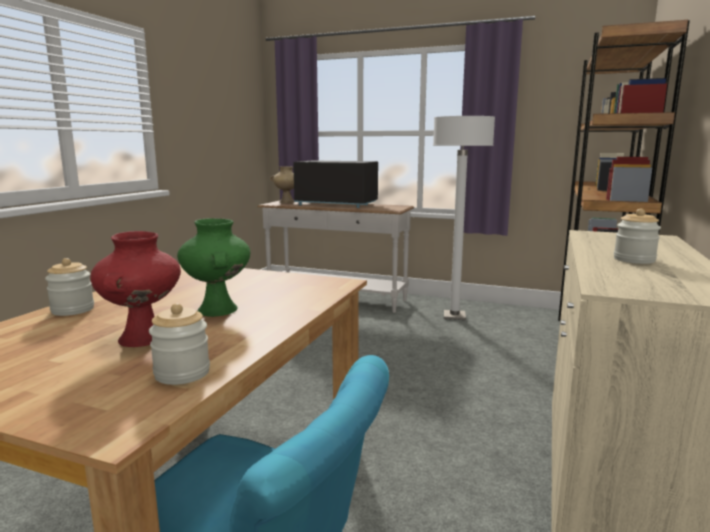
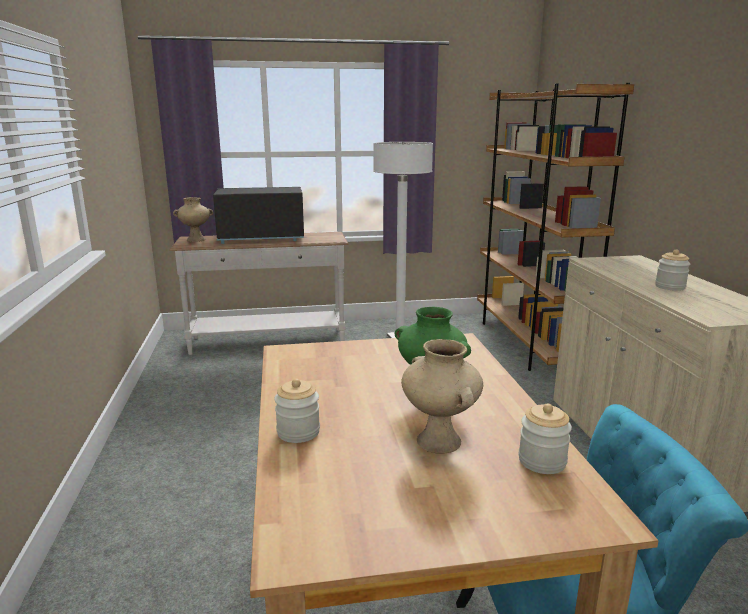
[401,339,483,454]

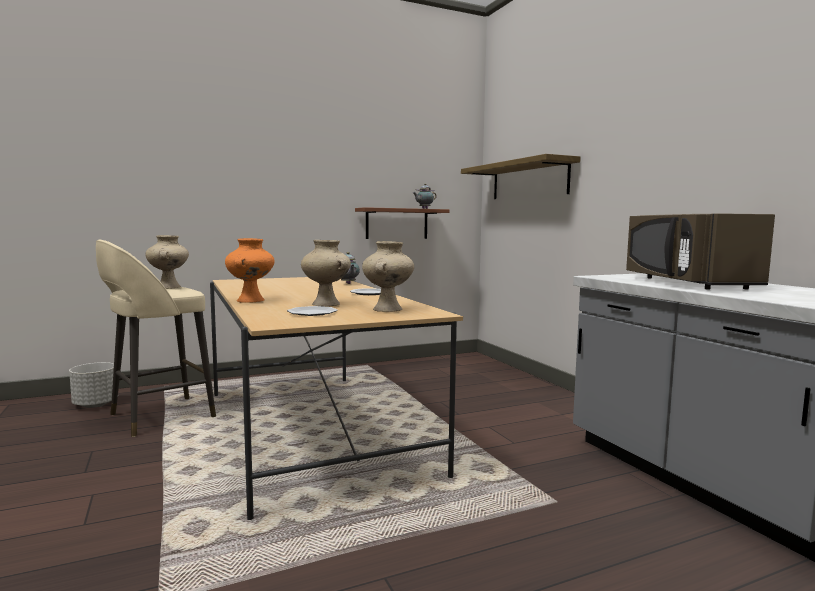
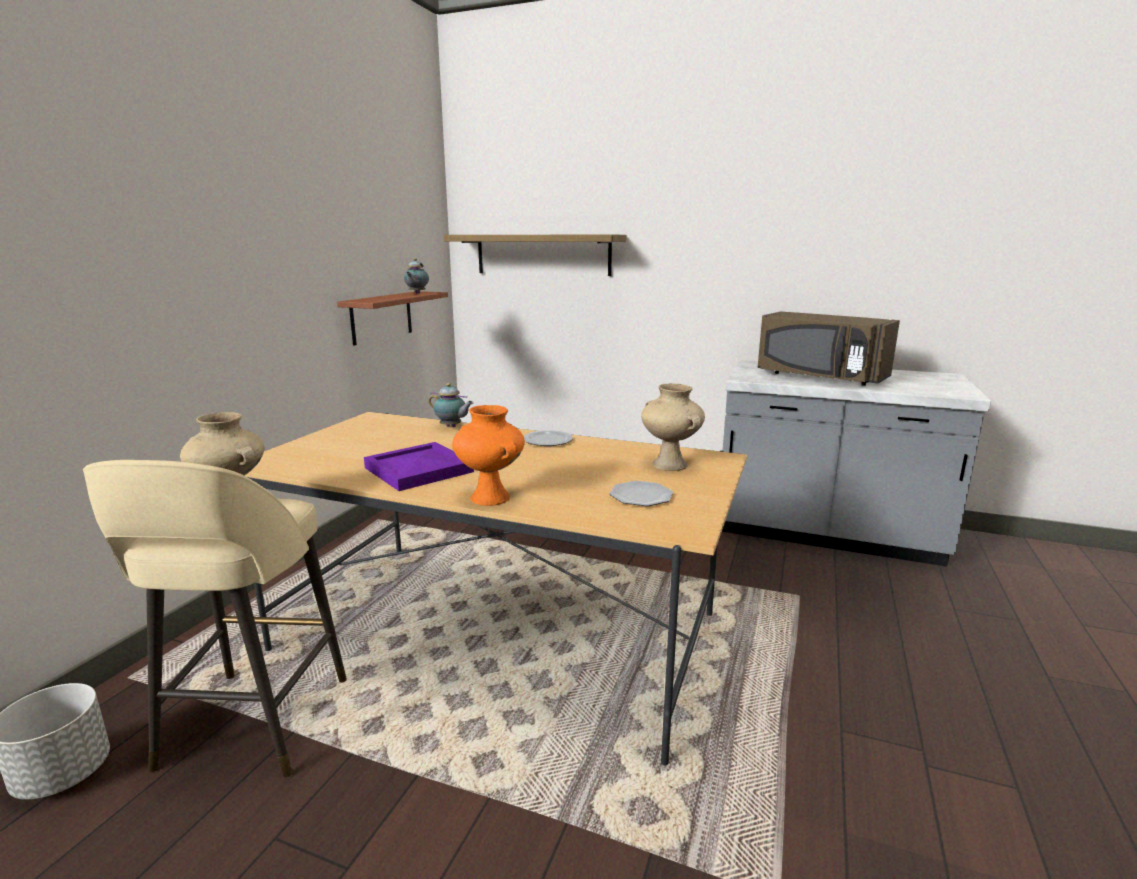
[364,442,474,491]
[301,240,351,307] (first image)

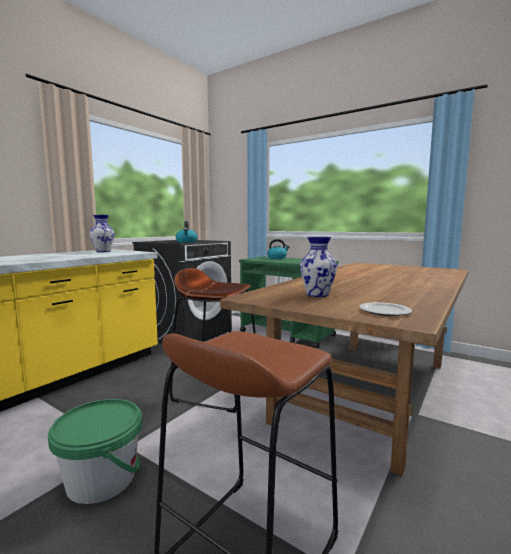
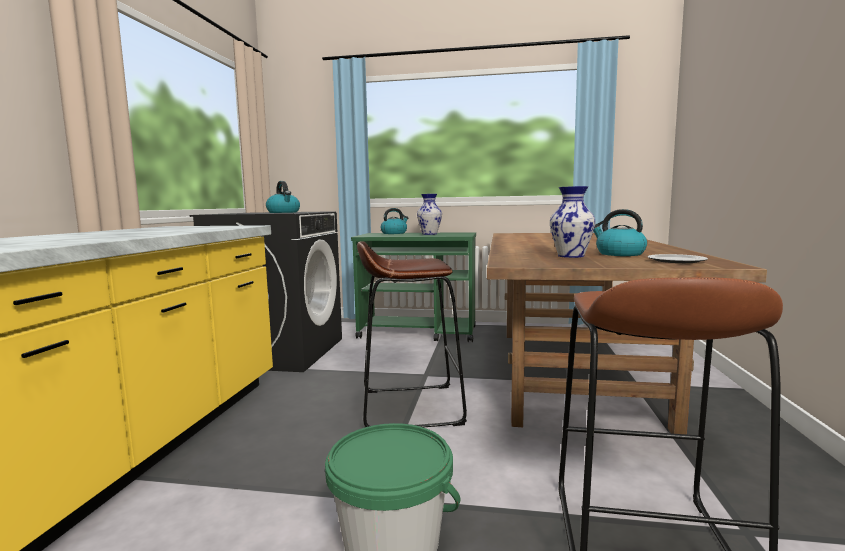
[417,194,442,235]
[594,209,647,256]

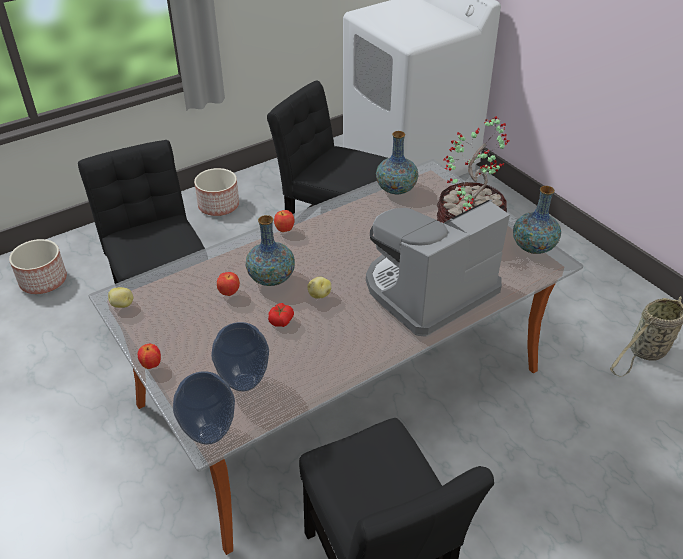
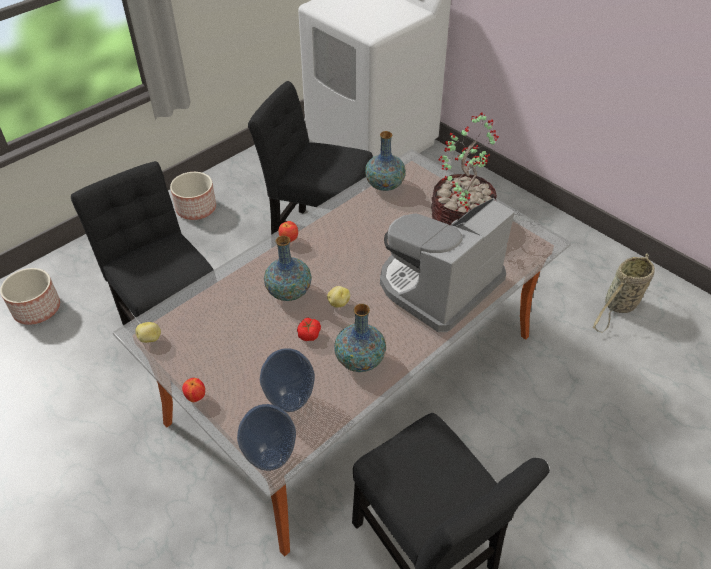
[334,304,386,372]
[217,272,240,296] (first image)

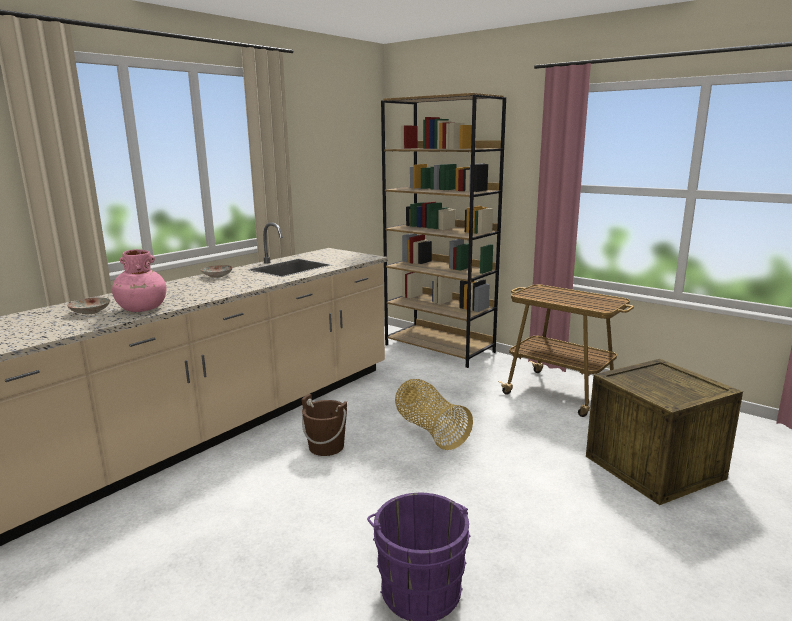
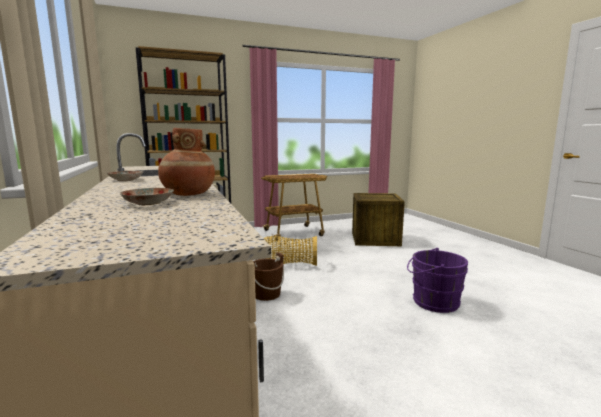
[158,128,215,196]

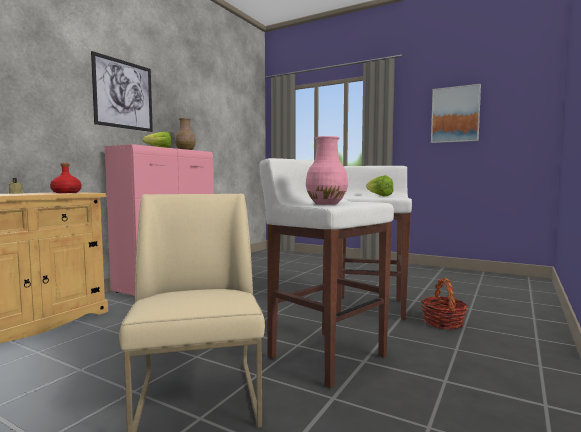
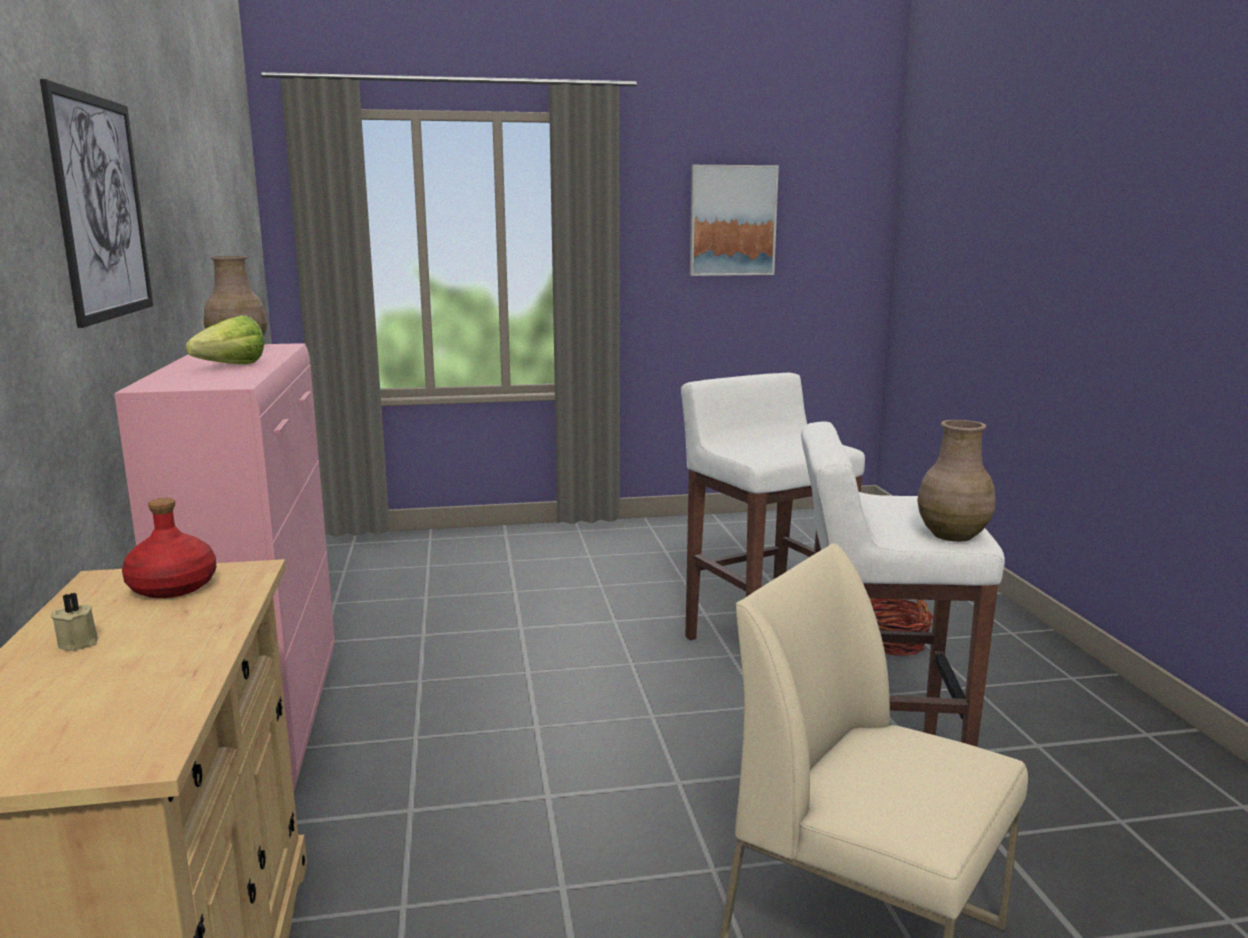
[917,420,995,542]
[366,175,394,197] (first image)

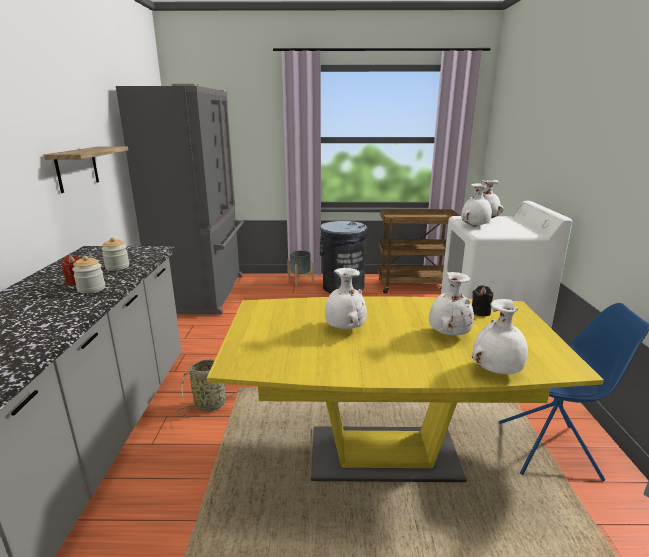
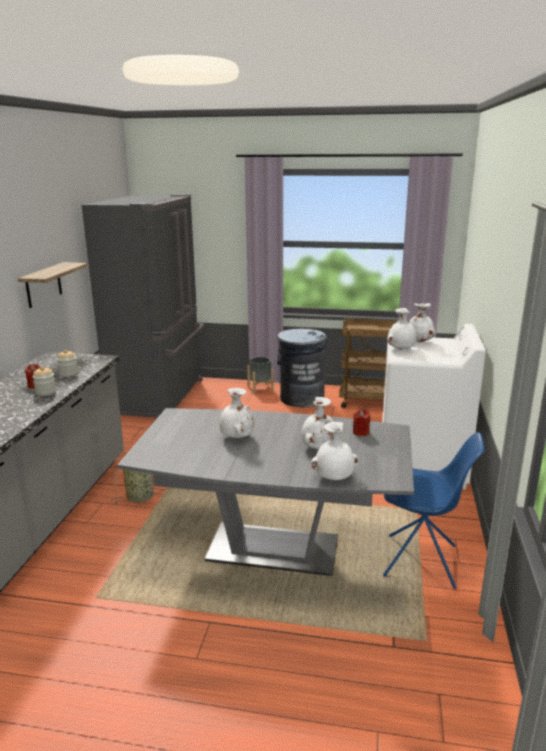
[117,408,414,576]
[353,409,371,436]

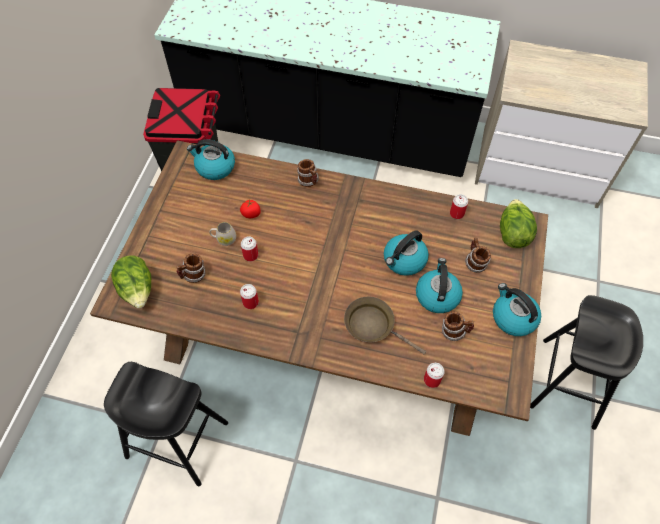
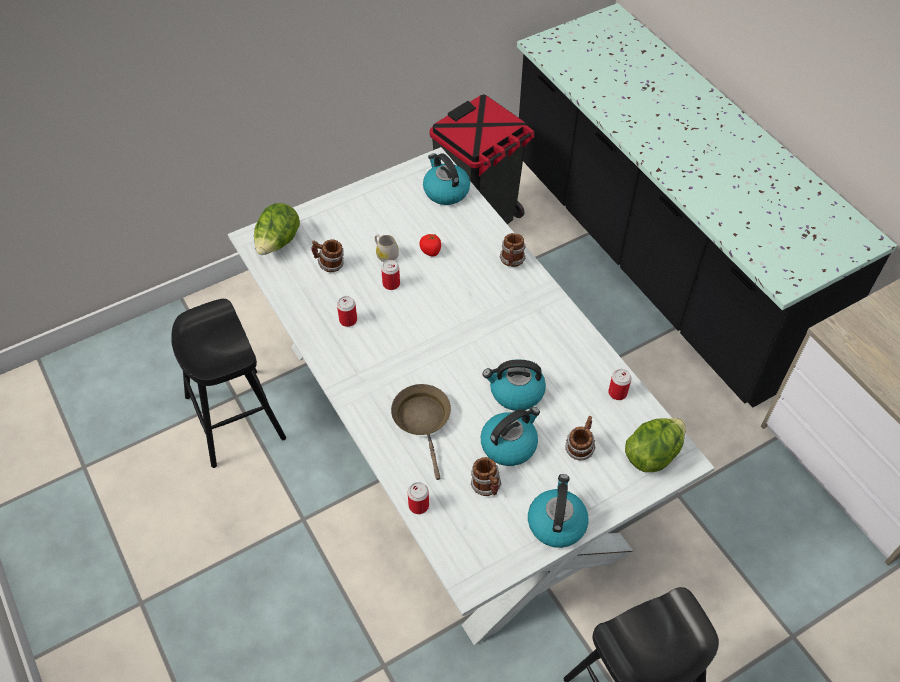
[228,147,714,645]

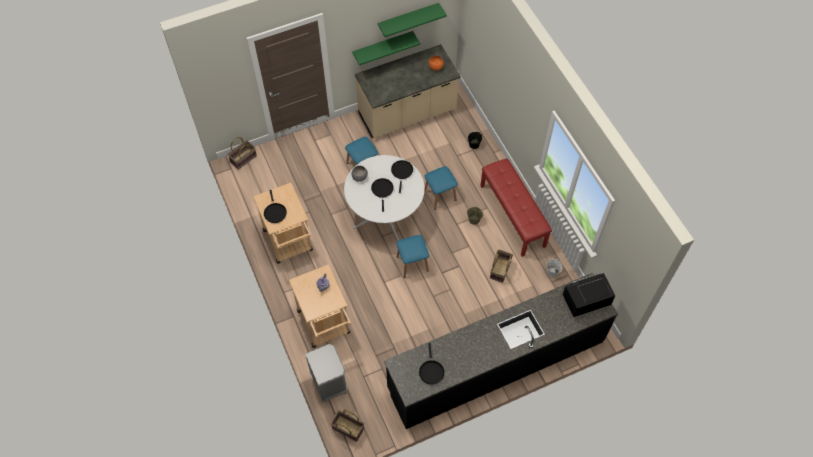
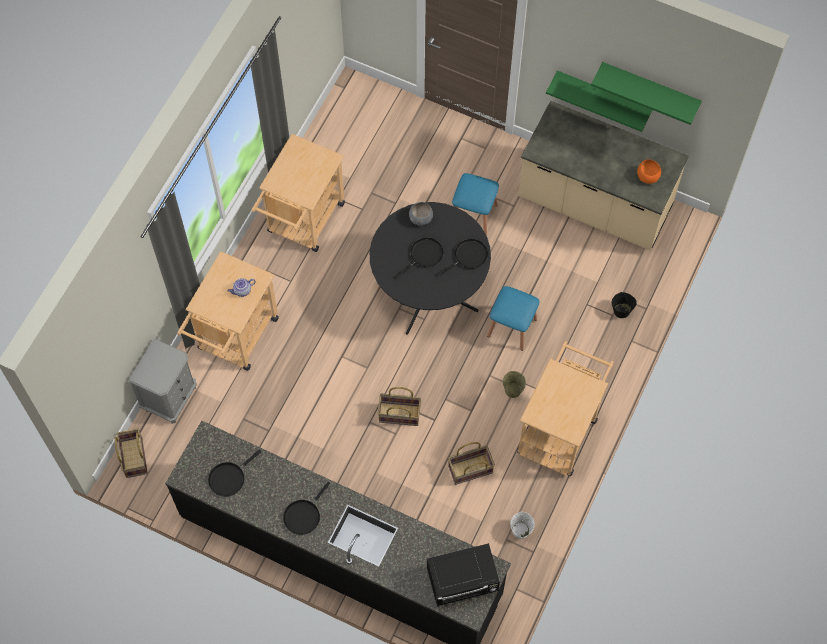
[283,482,330,535]
[370,202,491,335]
[378,387,421,426]
[427,543,500,606]
[517,341,614,476]
[397,235,429,278] (first image)

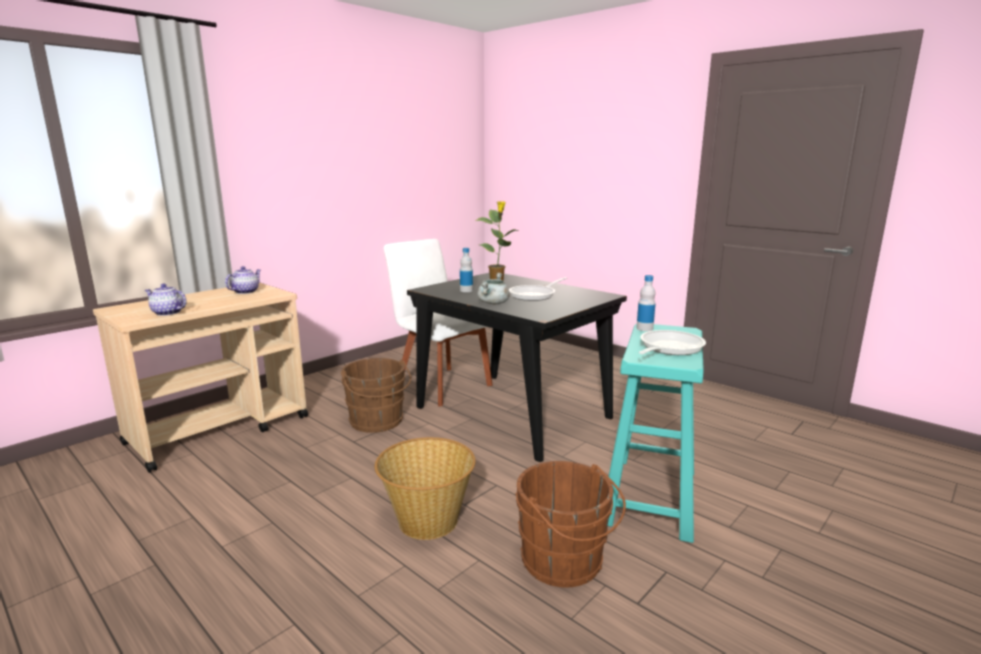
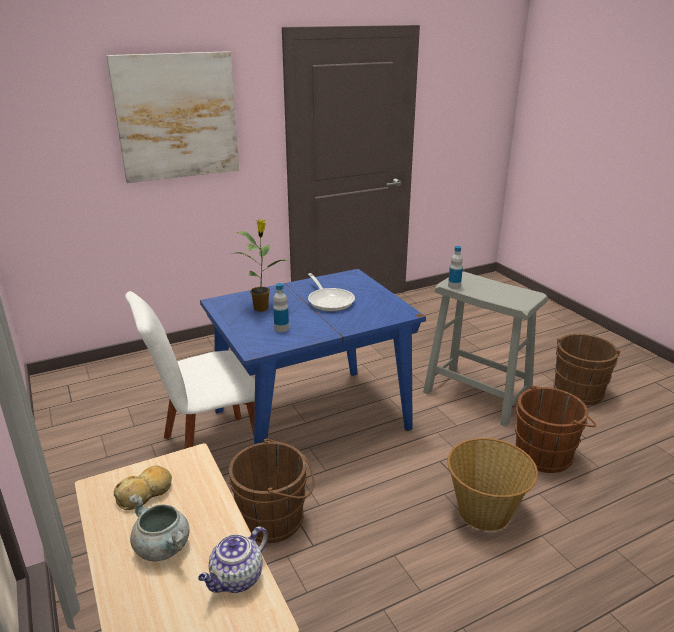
[106,51,239,183]
[114,466,172,510]
[128,494,190,561]
[200,269,426,444]
[423,271,548,427]
[554,334,621,405]
[638,330,706,355] (first image)

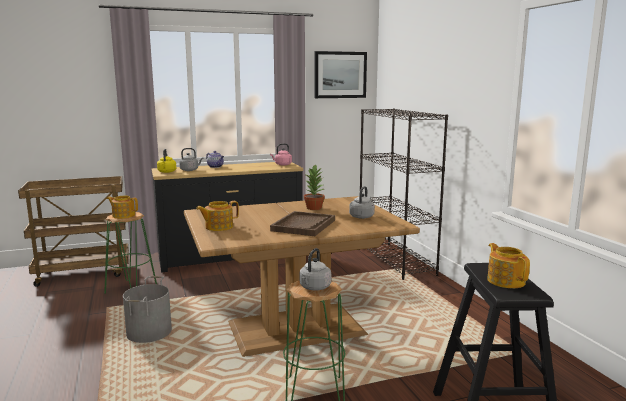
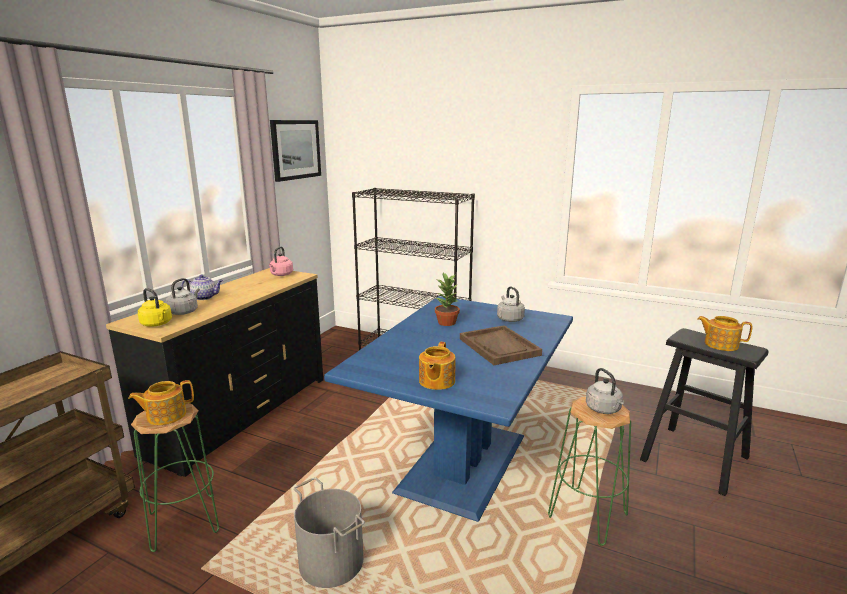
[324,296,573,522]

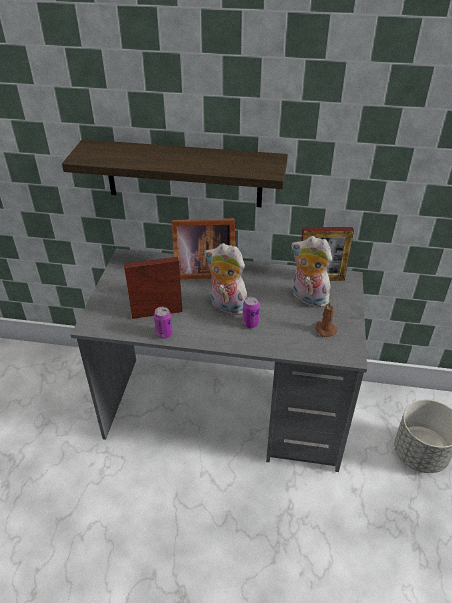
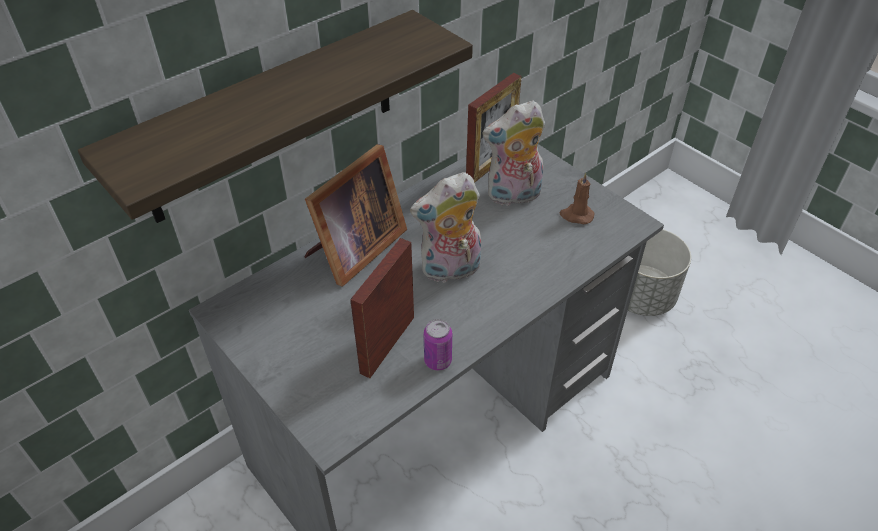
[242,296,260,328] (first image)

